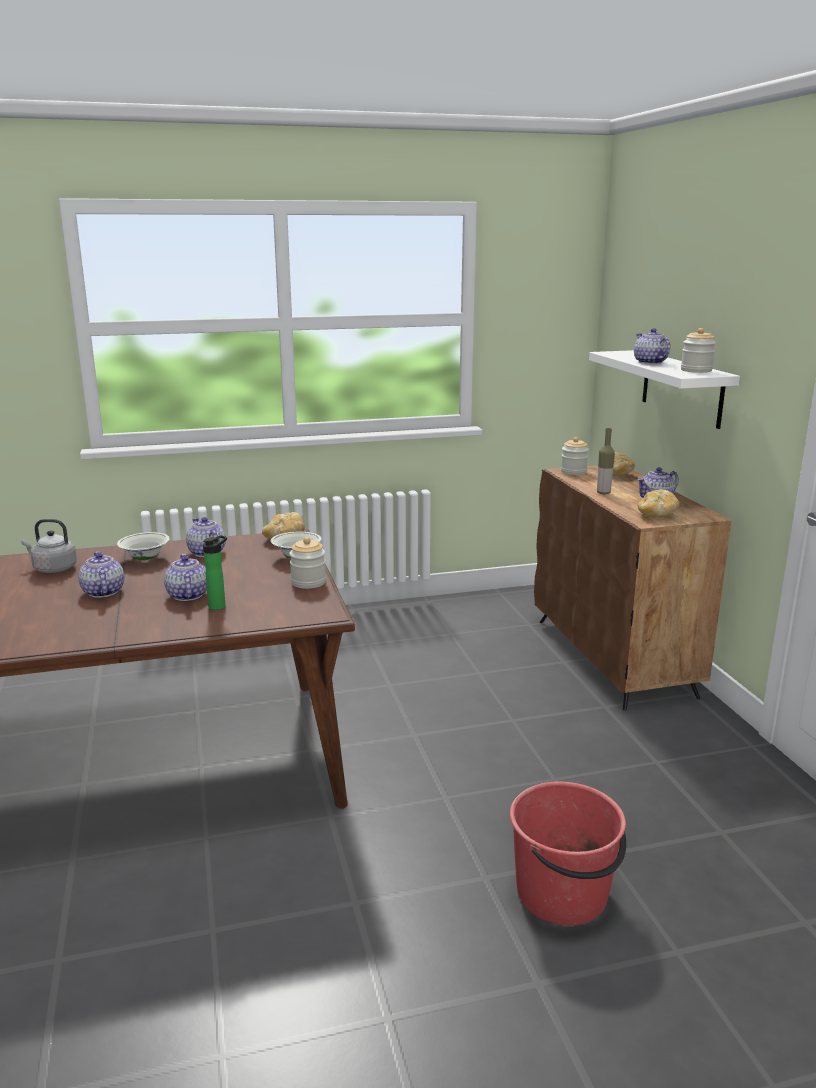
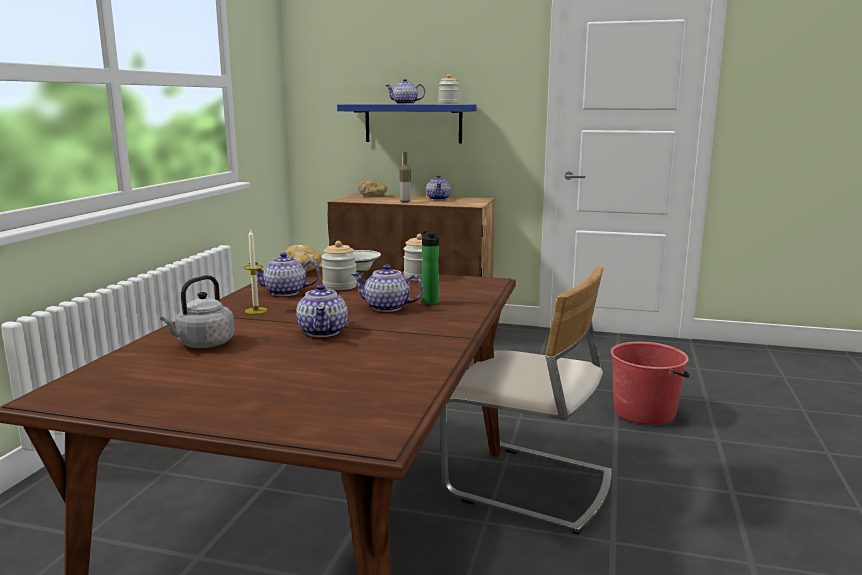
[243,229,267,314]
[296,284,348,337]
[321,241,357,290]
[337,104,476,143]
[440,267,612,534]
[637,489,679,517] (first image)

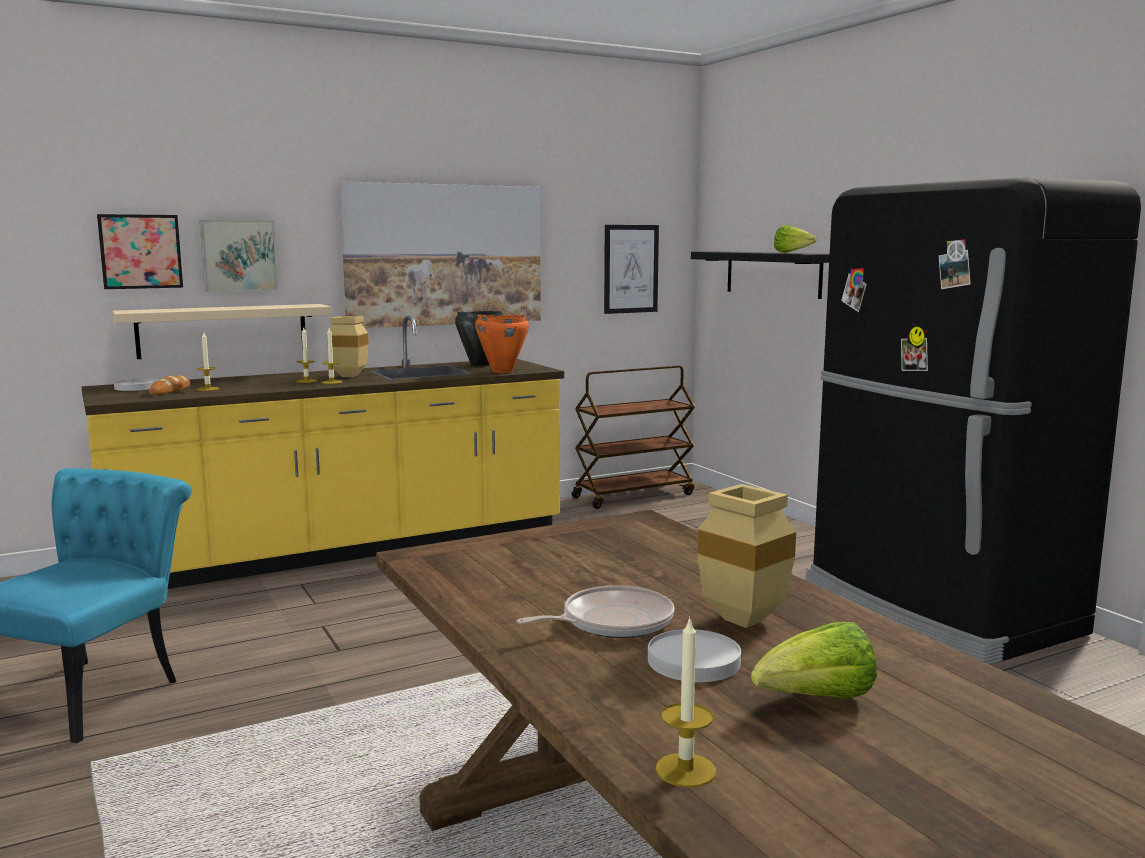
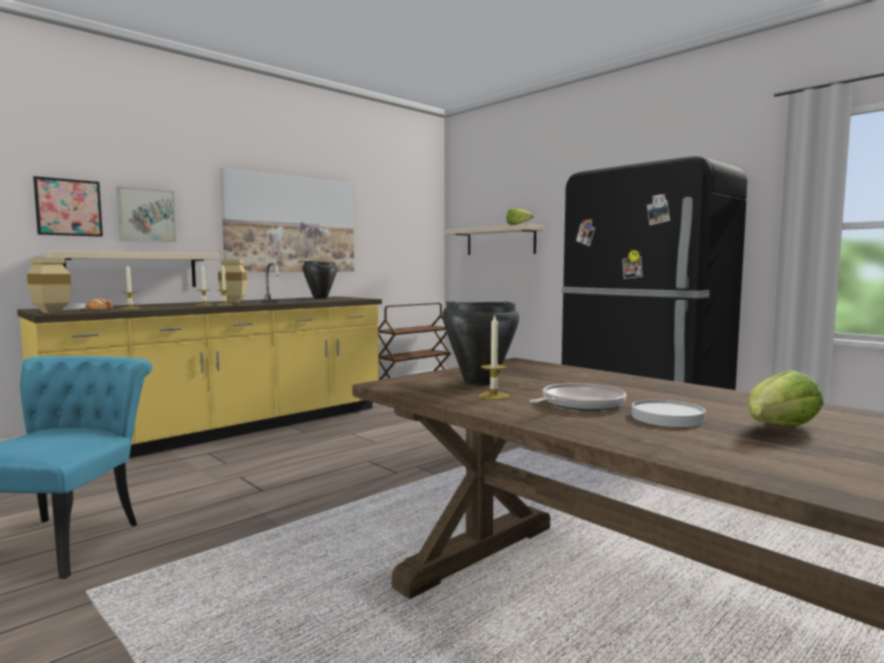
[27,258,71,313]
[442,301,519,386]
[446,224,545,255]
[479,314,509,400]
[475,315,529,373] (first image)
[604,225,659,314] (first image)

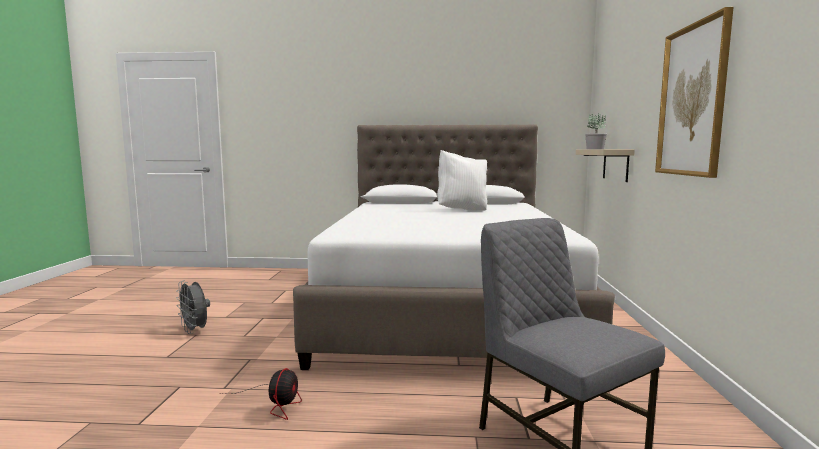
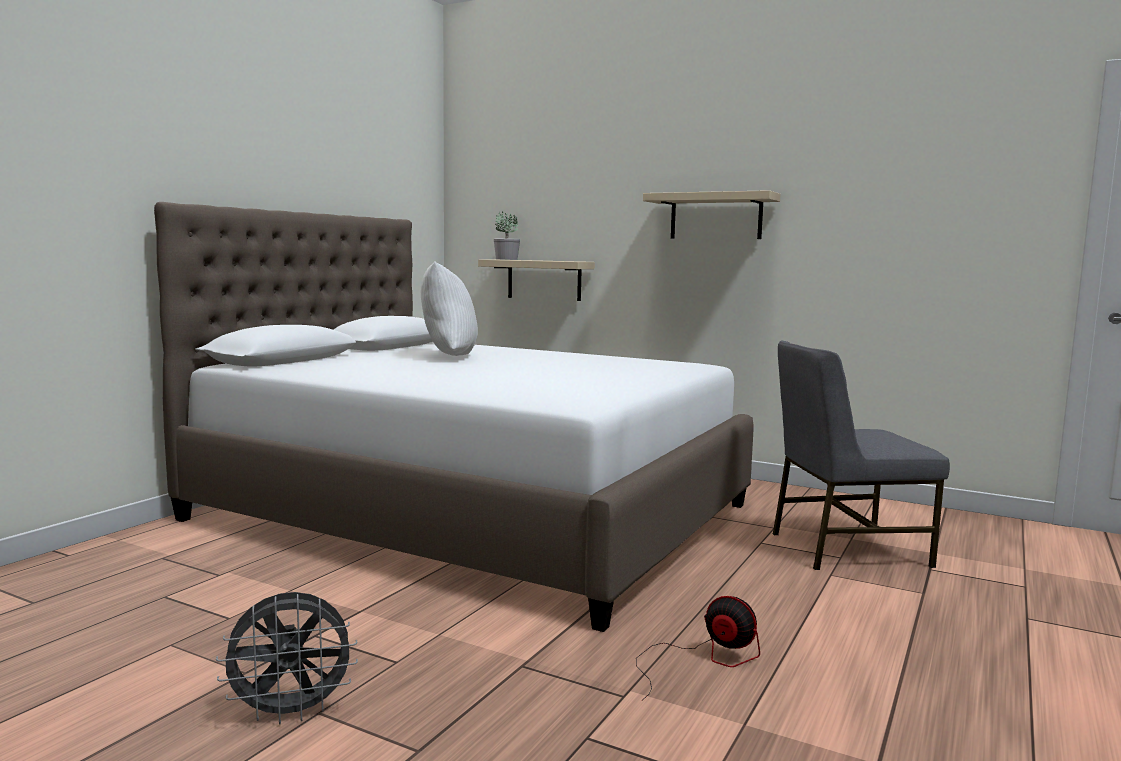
[643,190,781,239]

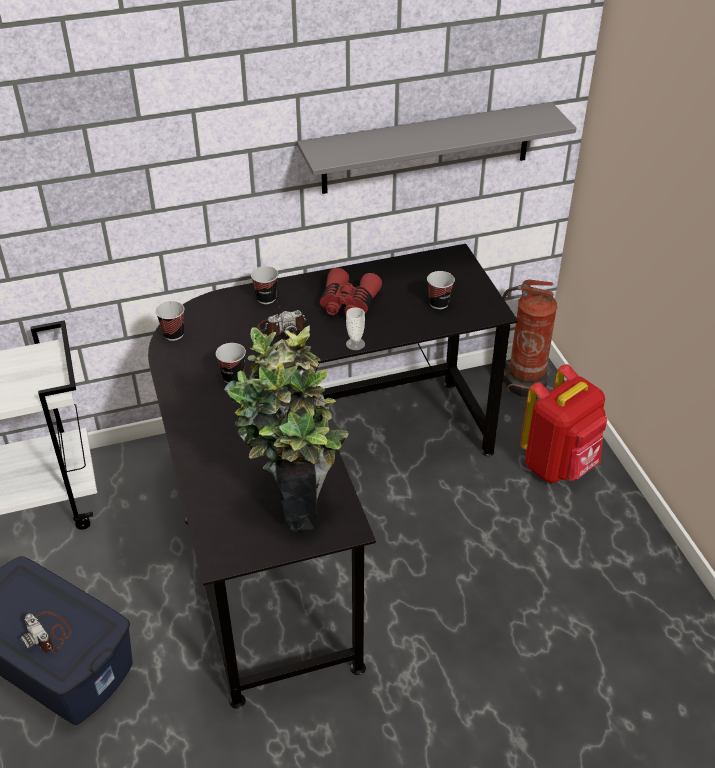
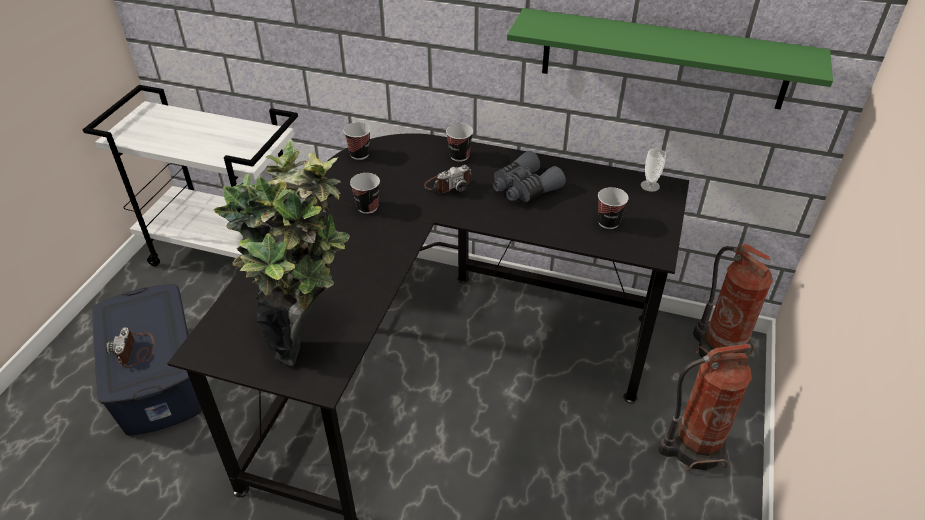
[424,165,472,193]
[493,151,566,202]
[507,8,833,110]
[641,149,666,192]
[658,344,752,471]

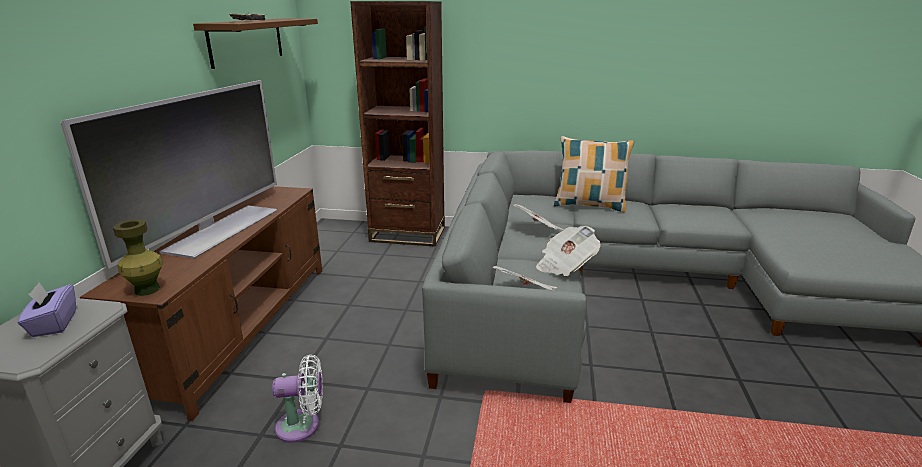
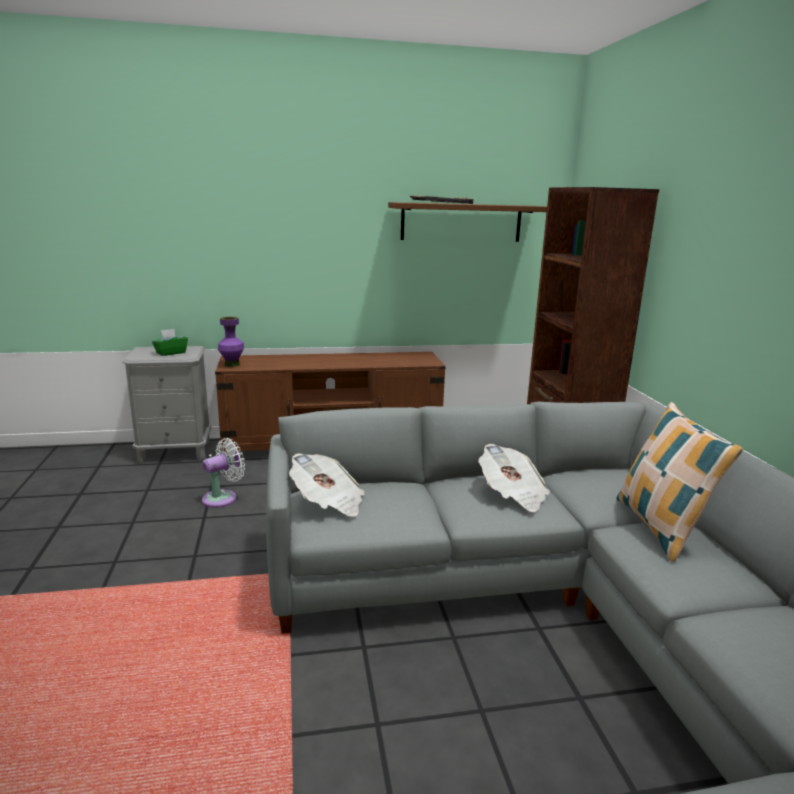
[152,329,188,356]
[202,438,245,508]
[218,317,244,367]
[61,80,277,269] (first image)
[536,226,601,276] (first image)

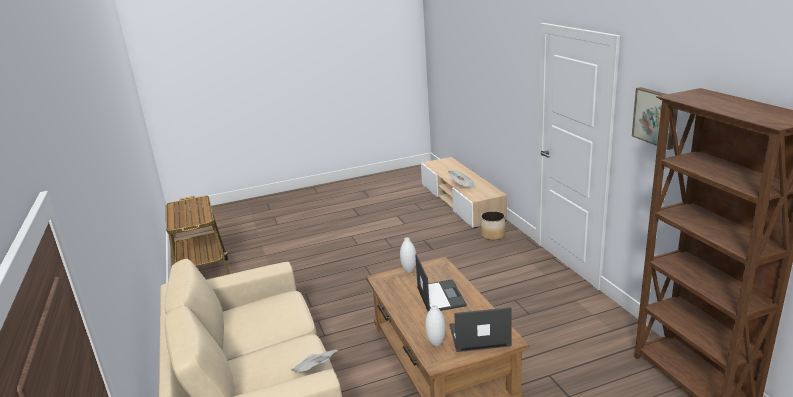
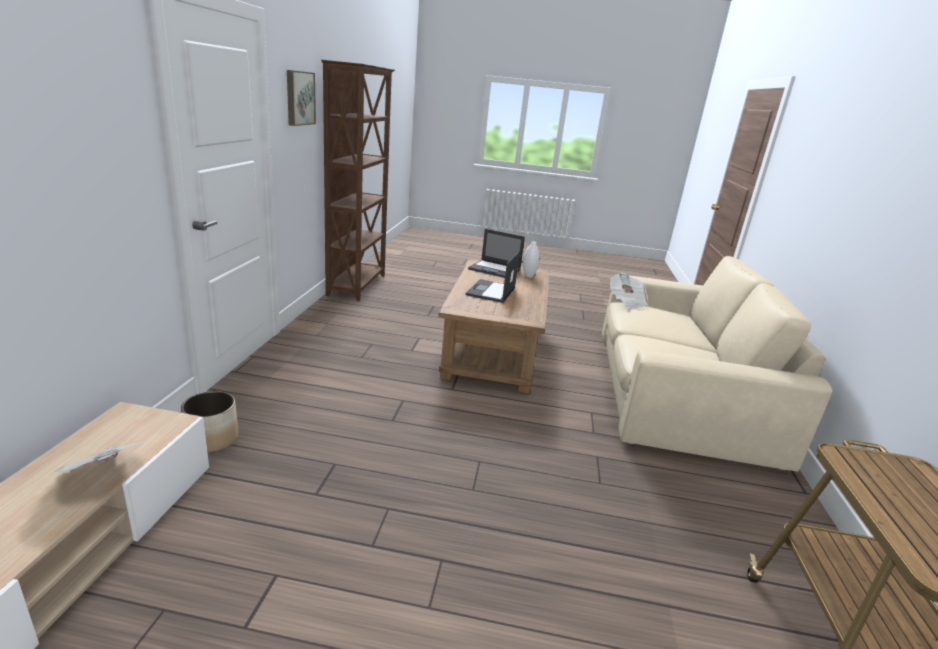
[400,238,416,272] (first image)

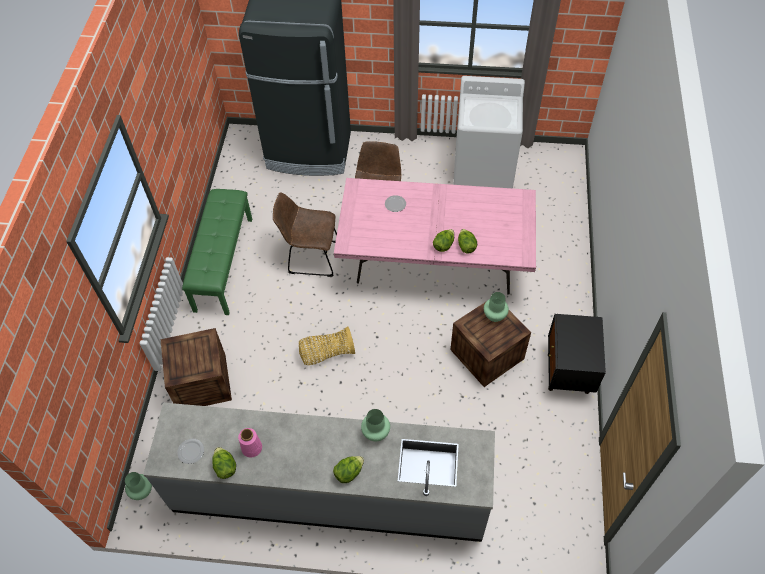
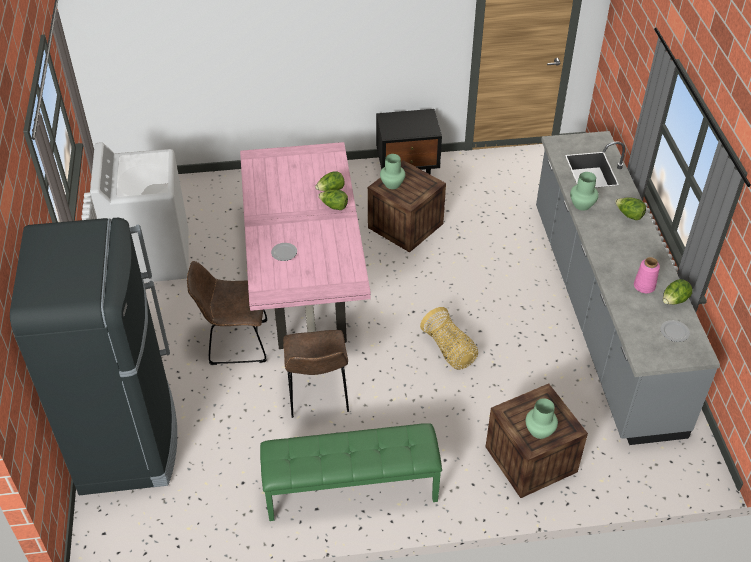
[526,398,558,439]

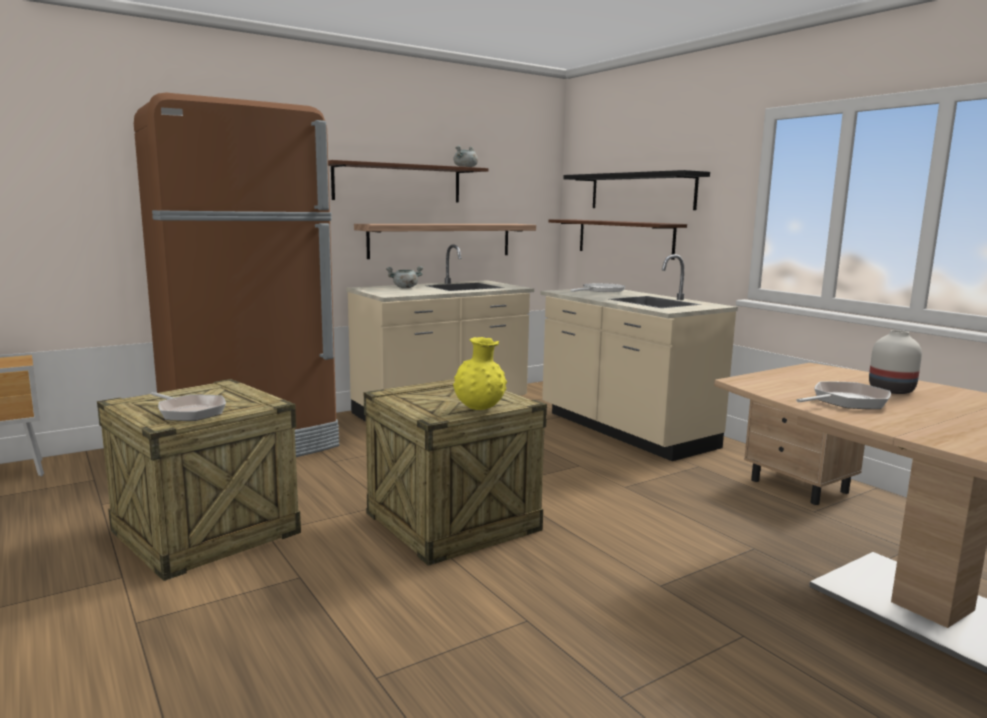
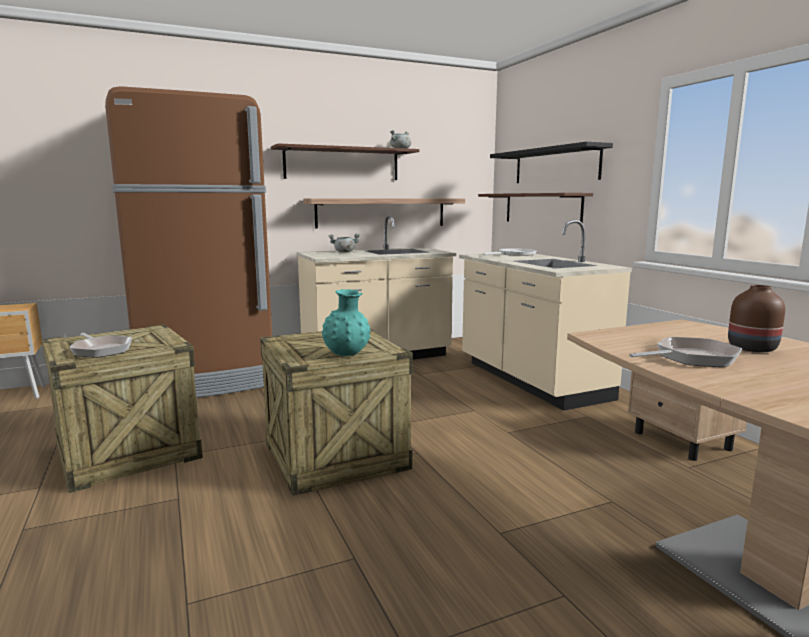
[322,289,371,356]
[728,285,785,352]

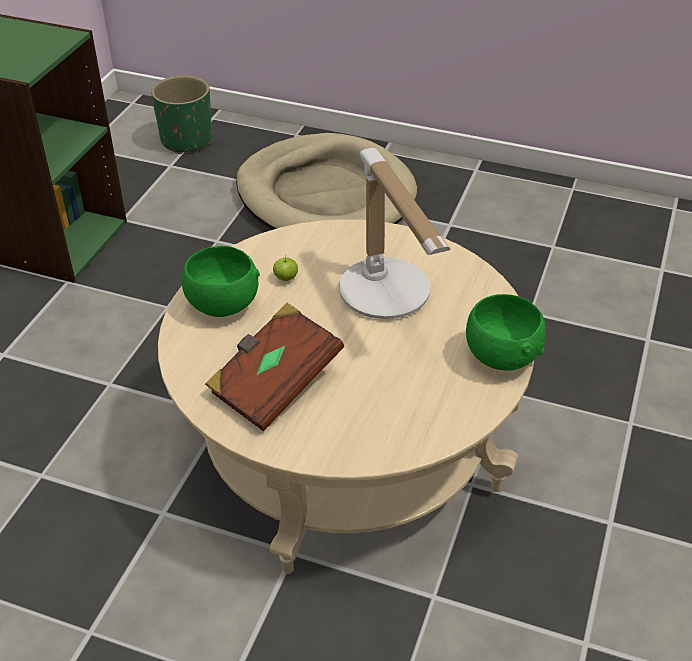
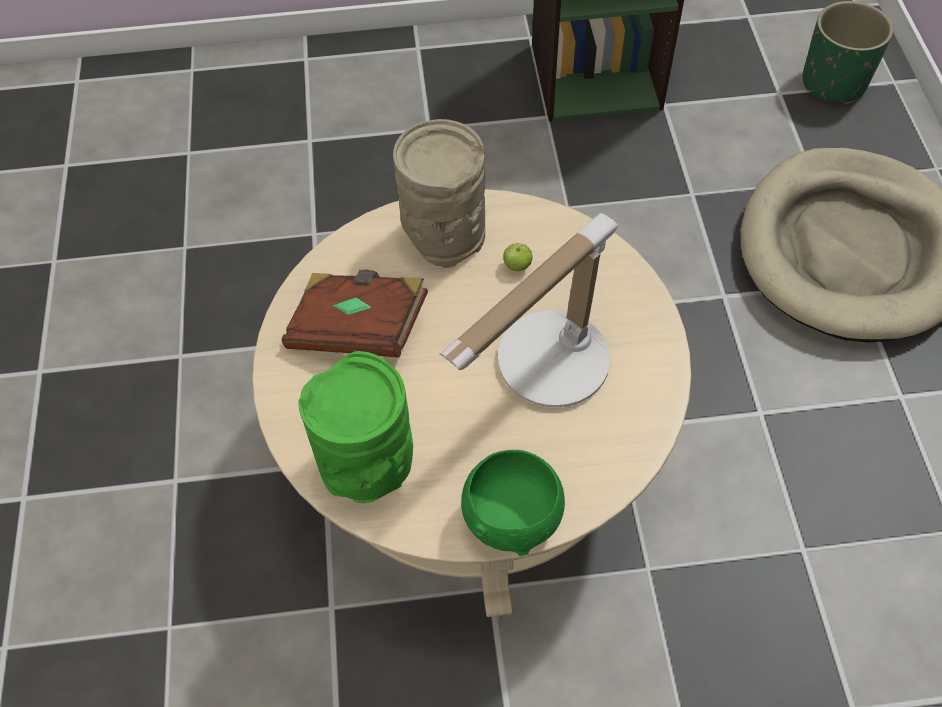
[298,351,413,503]
[393,119,485,268]

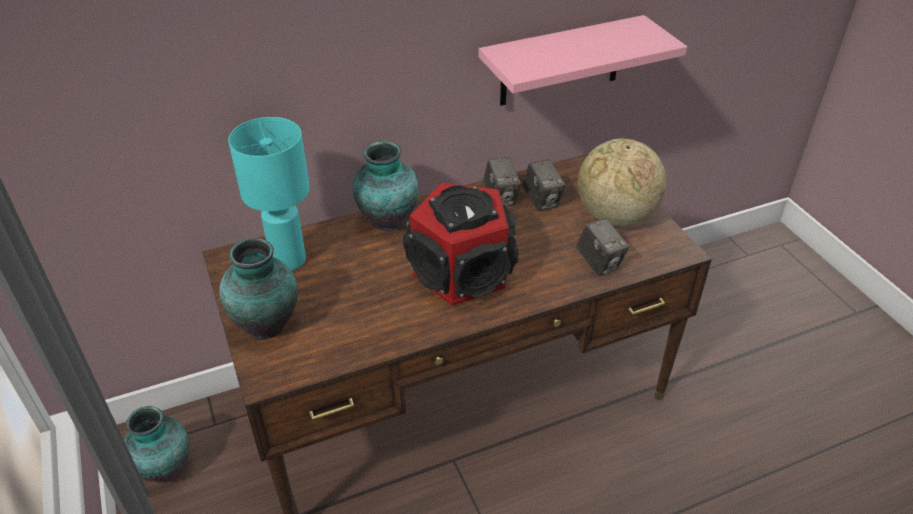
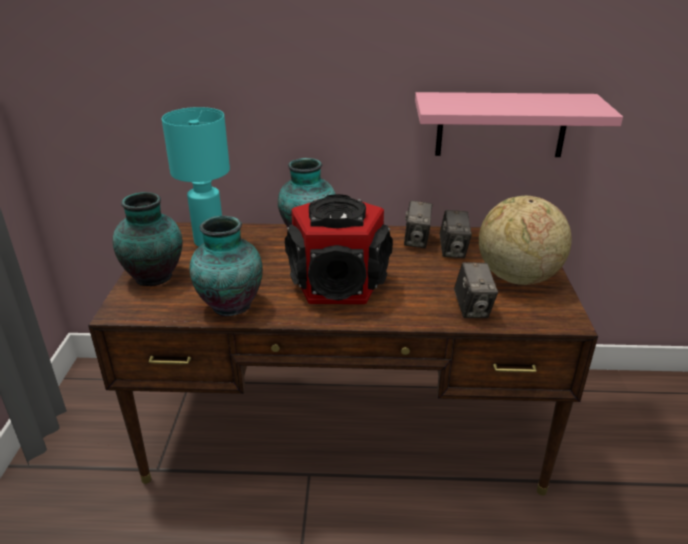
[189,215,263,316]

